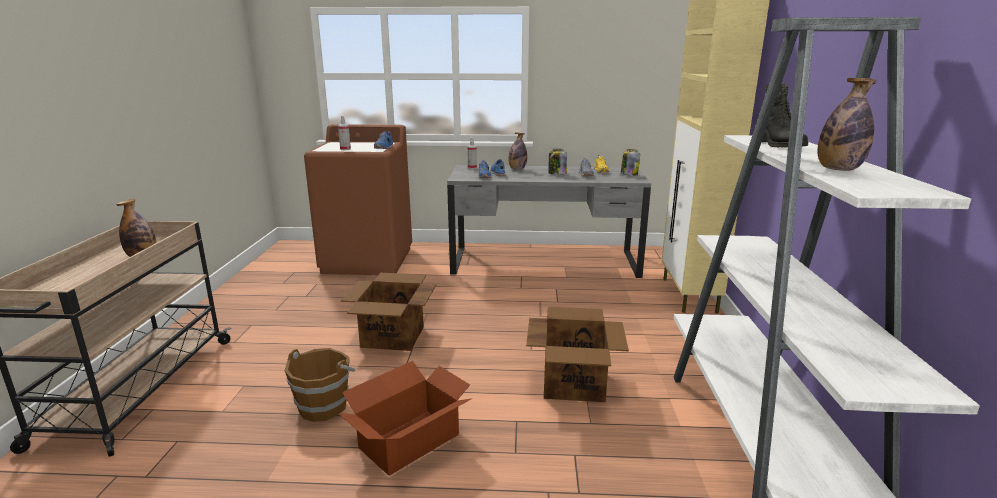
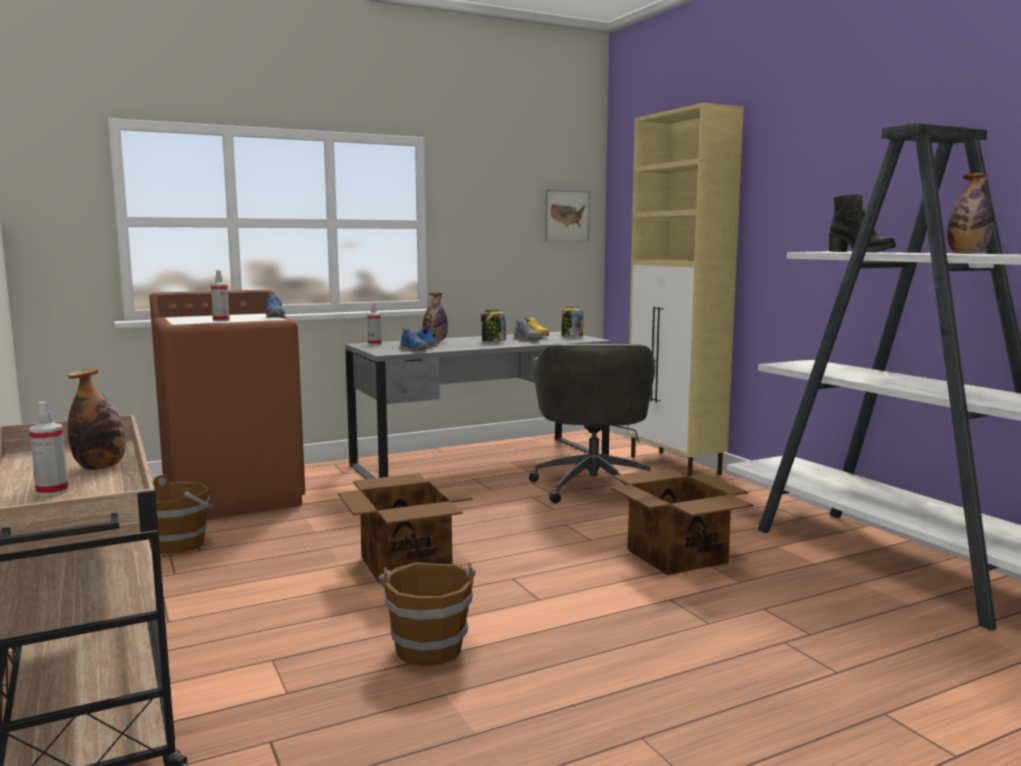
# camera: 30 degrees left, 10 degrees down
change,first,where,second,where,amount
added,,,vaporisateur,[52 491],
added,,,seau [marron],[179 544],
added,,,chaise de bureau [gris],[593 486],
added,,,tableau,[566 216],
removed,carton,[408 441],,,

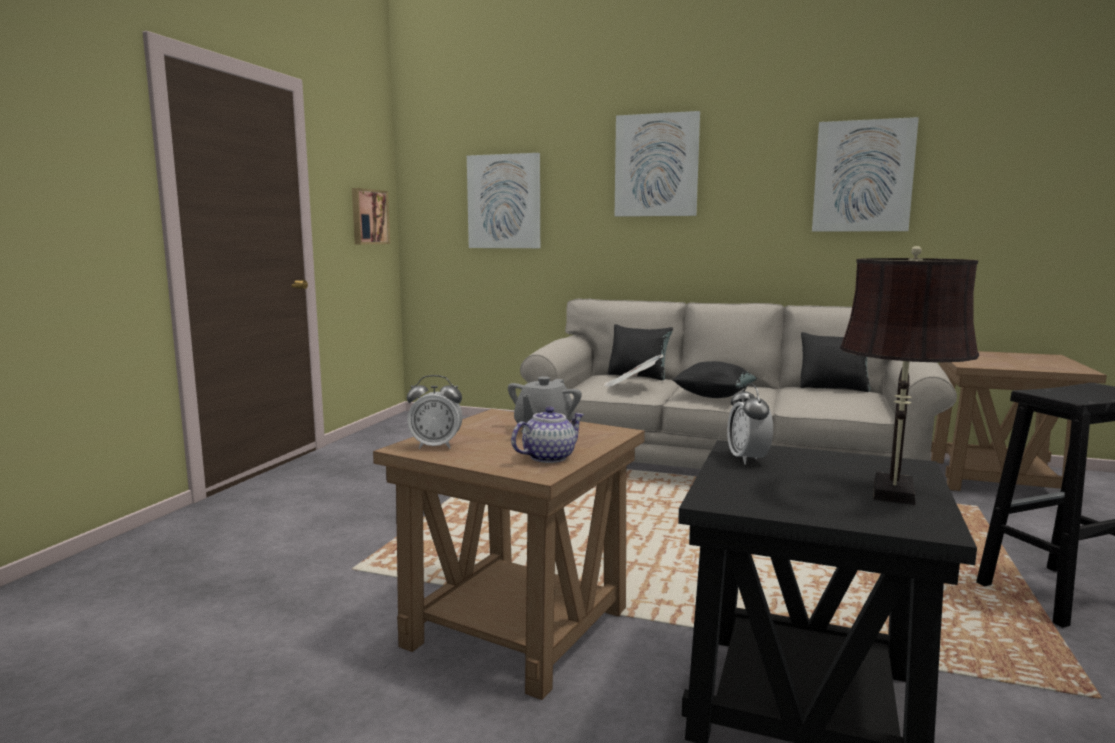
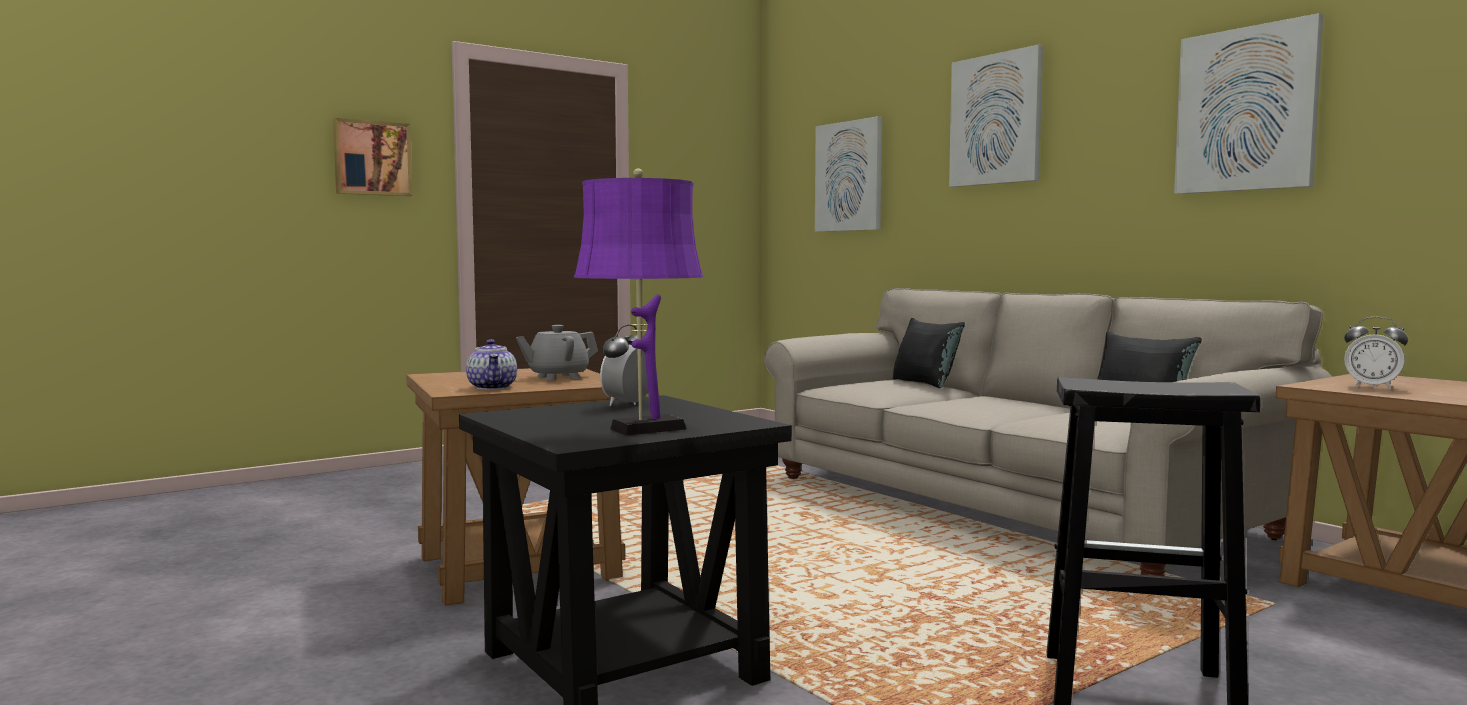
# camera: 35 degrees right, 5 degrees down
change,first,where,second,where,amount
moved,tableau,[368 217],,[372 158],
turned,théière,[549 457],,[493 387],75 degrees clockwise
recoloured,lampe de table [marron],[893 494],lampe de table [violet],[641 430],
moved,réveil,[436 446],,[1372 387],
removed,journal,[631 387],,,
removed,coussin [noir],[714 396],,,

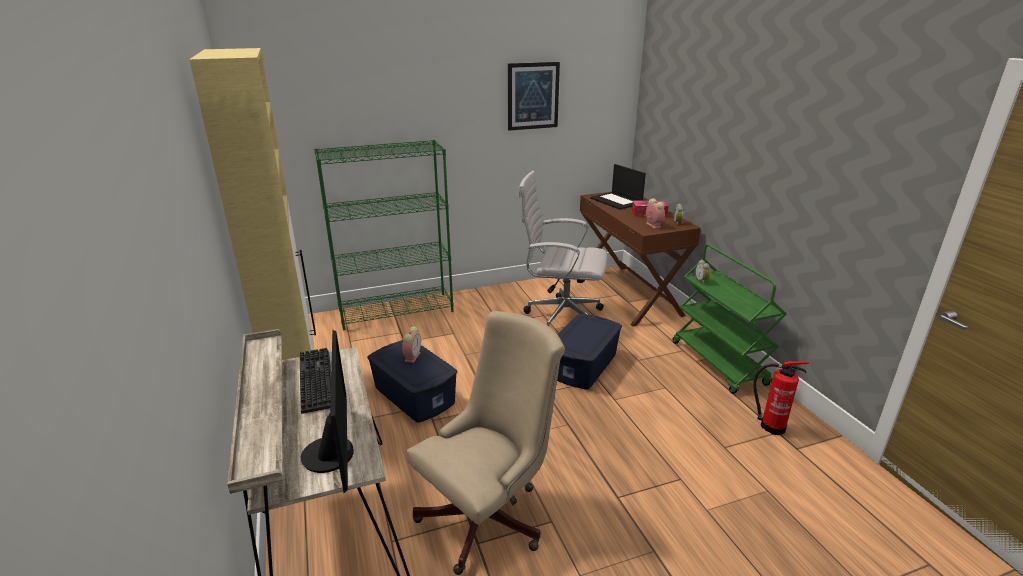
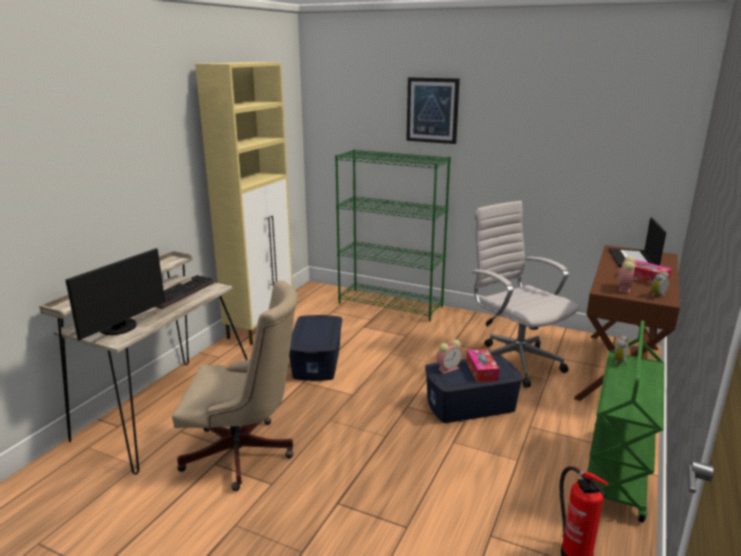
# camera: 45 degrees right, 5 degrees down
change,first,where,second,where,amount
moved,tableau,[532 96],,[432 110],
moved,réveil,[412 356],,[448 368],
added,,,boîte à mouchoirs,[481 371],

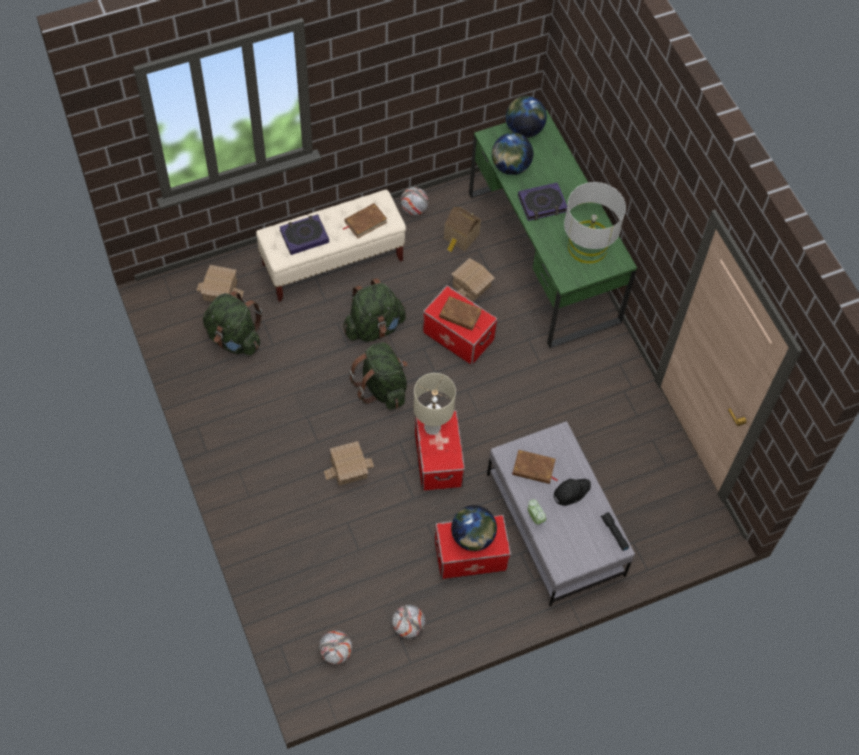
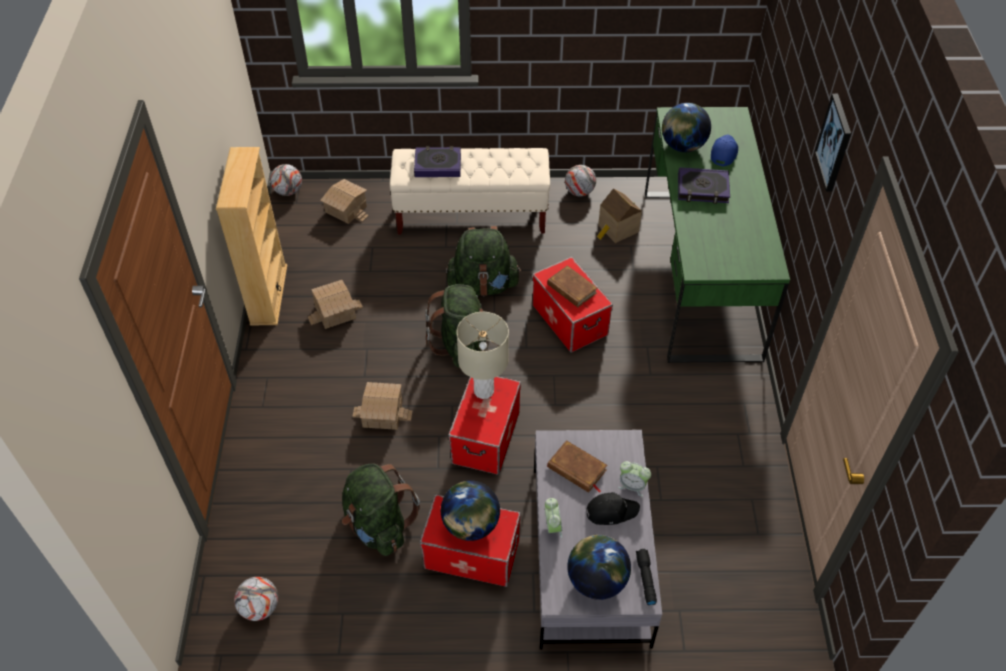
# camera: 25 degrees right, 10 degrees down
change,first,where,second,where,amount
added,,,bibliothèque [beige],[268 294],
moved,ballon de foot,[408 627],,[288 191],
moved,maison miniature,[471 285],,[335 312],
moved,sac à dos [vert],[234 338],,[378 525],
moved,globe,[524 129],,[596 580],
added,,,réveil,[632 486],
added,,,casquette [bleu],[723 153],
added,,,tableau,[835 143],
removed,livre [marron],[365 222],,,
removed,lampe de table [gris],[587 246],,,

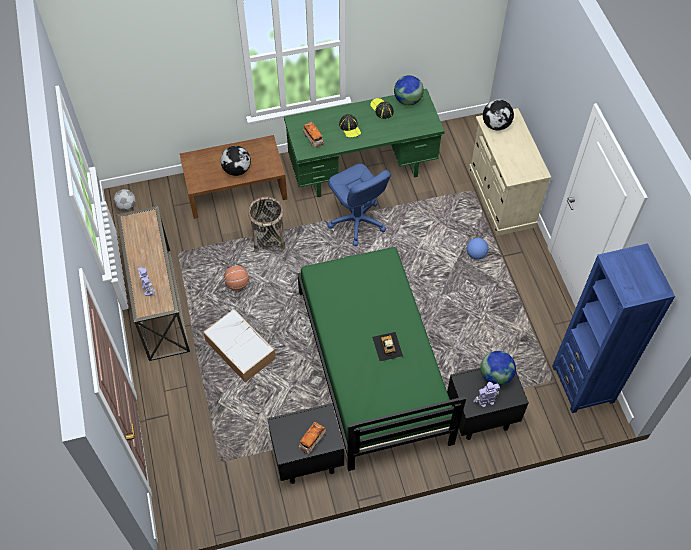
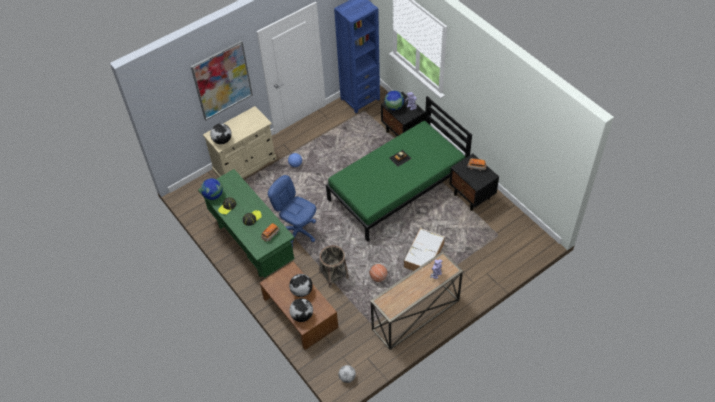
# camera: 110 degrees left, 5 degrees down
change,first,where,second,where,amount
added,,,tableau,[222 80],
turned,chaise de bureau [bleu],[357 222],,[297 231],90 degrees counterclockwise
added,,,globe,[302 315],

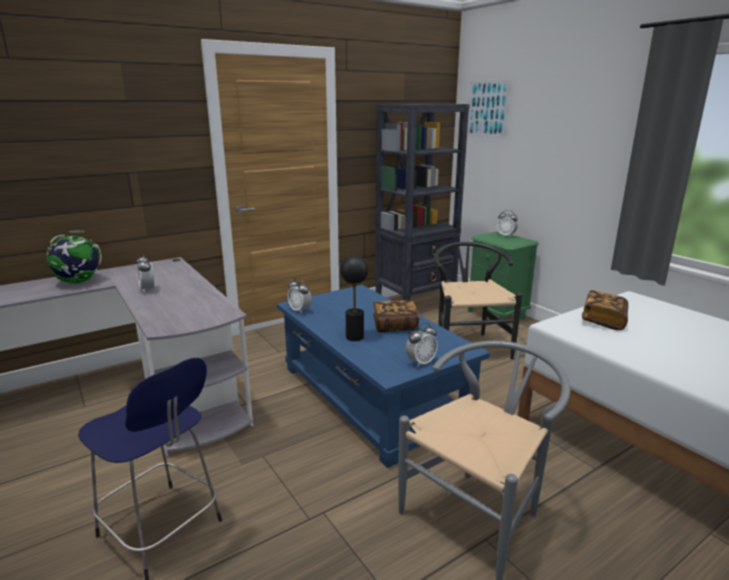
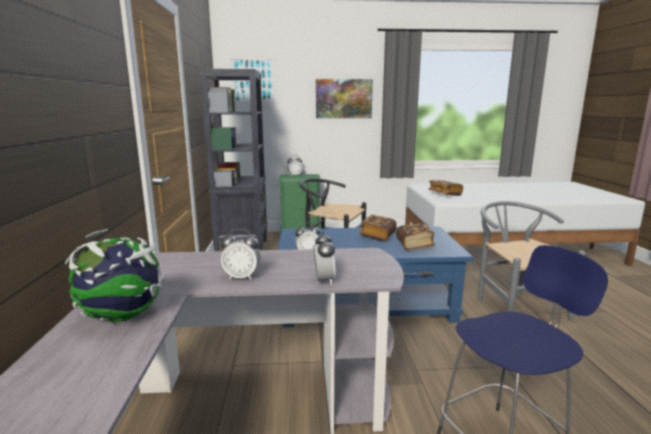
# camera: 60 degrees left, 5 degrees down
change,first,where,second,where,amount
moved,réveil,[421 362],,[324 280],
added,,,tableau,[343 98],
added,,,livre,[414 245],
removed,lampe de table [noir],[354 337],,,

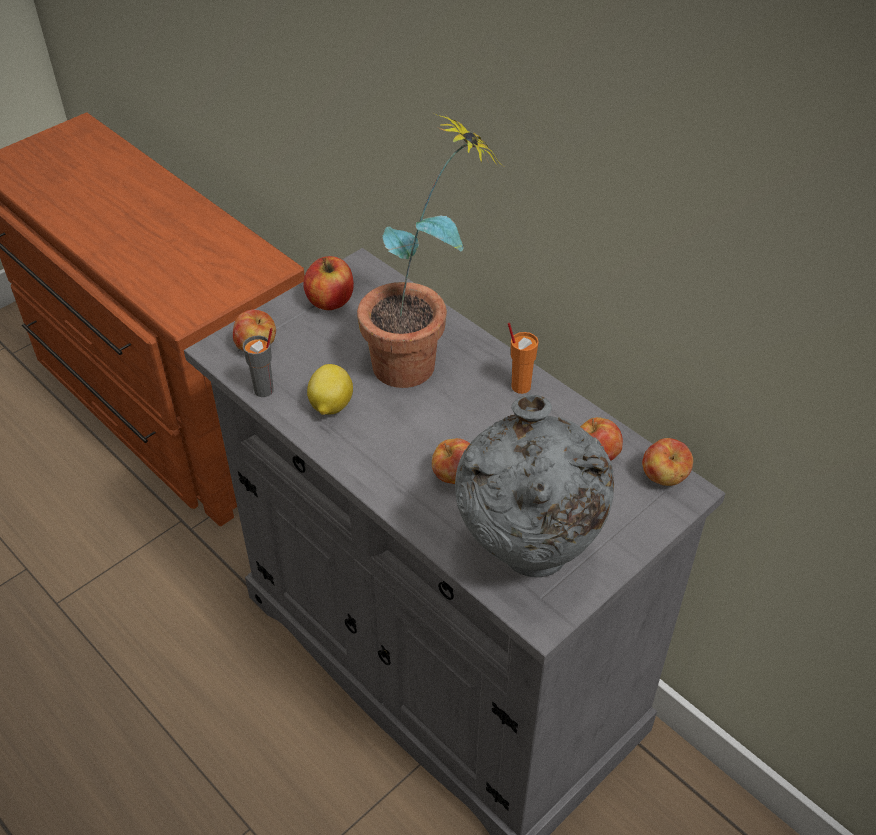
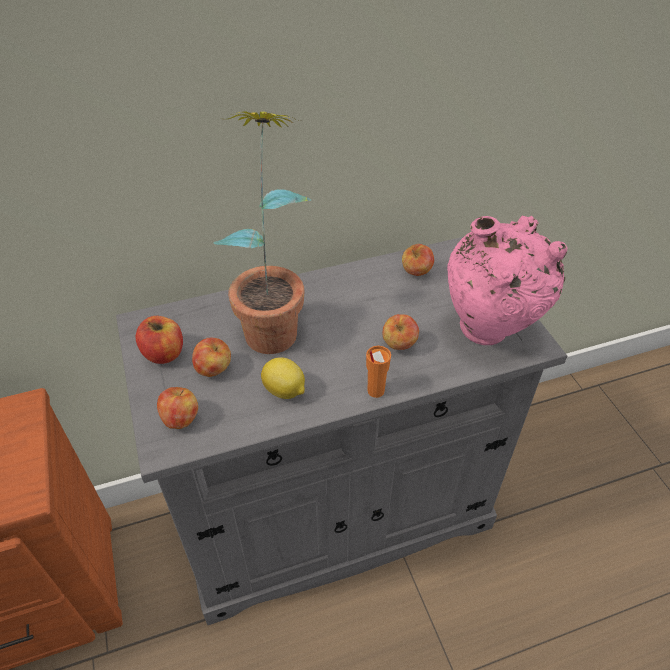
# camera: 65 degrees left, 0 degrees up
change,first,where,second,where,amount
moved,pomme,[663 478],,[214 369],
moved,tasse [orange],[520 386],,[375 391],
recoloured,vase [gris],[527 559],vase [rose],[488 335],
removed,tasse [gris],[264 390],,,

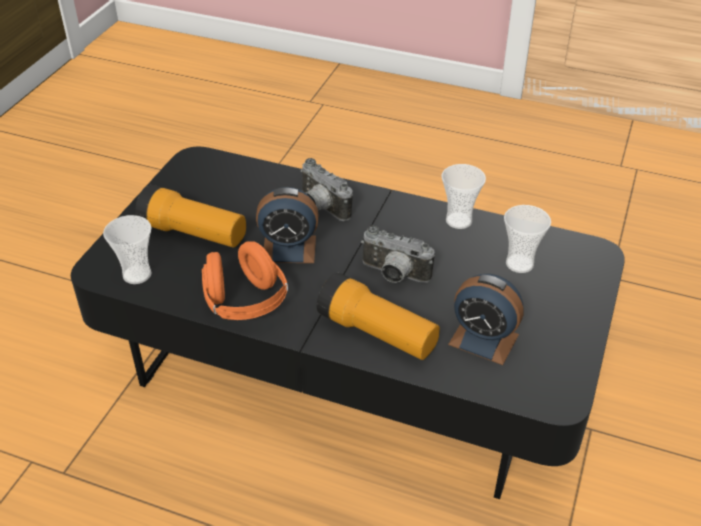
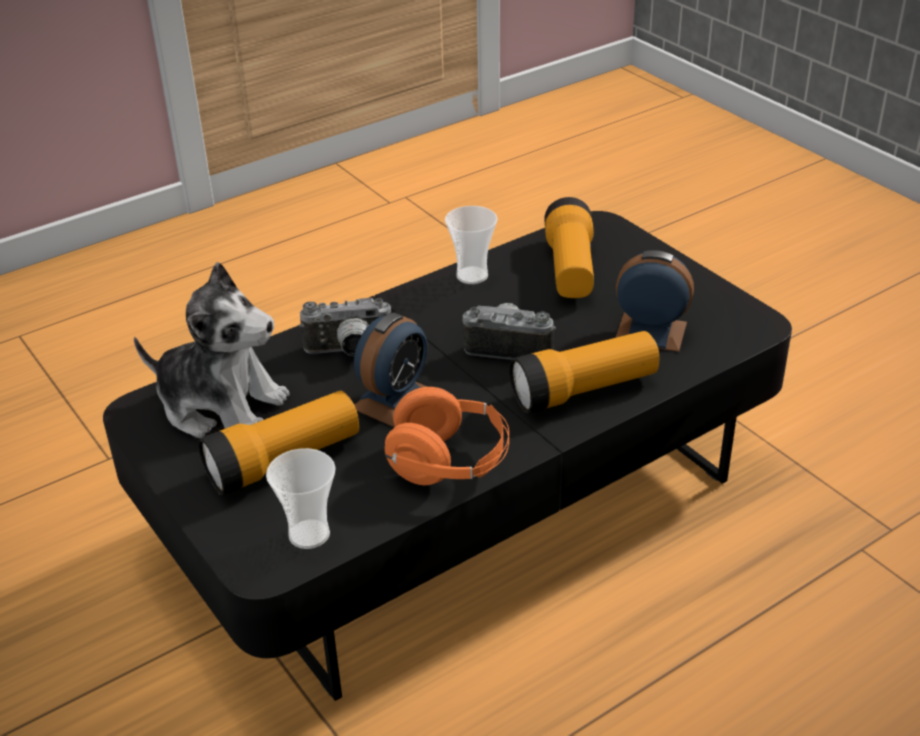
# camera: 55 degrees left, 5 degrees down
change,first,where,second,where,amount
added,,,peluche,[221 406],
turned,appareil photo,[393 275],,[510 347],135 degrees counterclockwise
replaced,tasse,[519 264],lampe de poche,[570 269],
turned,réveil,[483 339],,[650 332],135 degrees counterclockwise

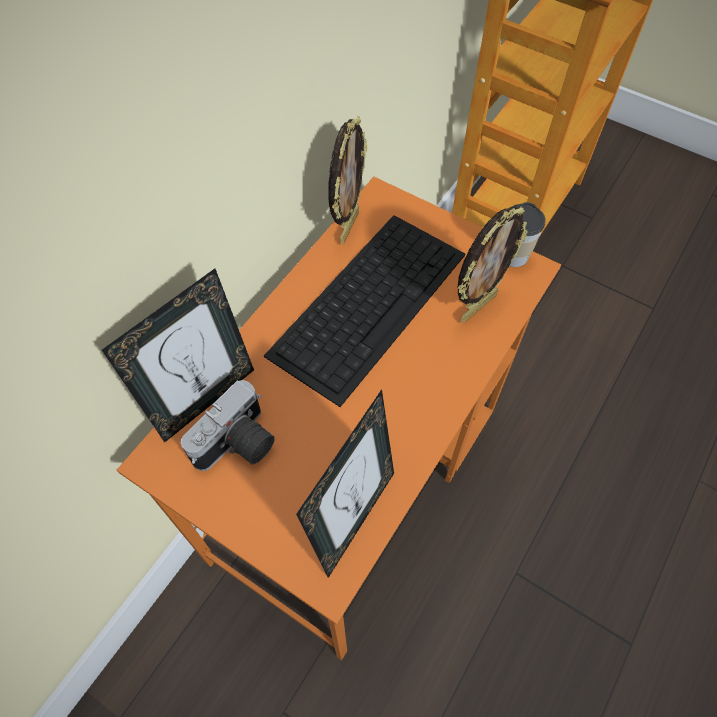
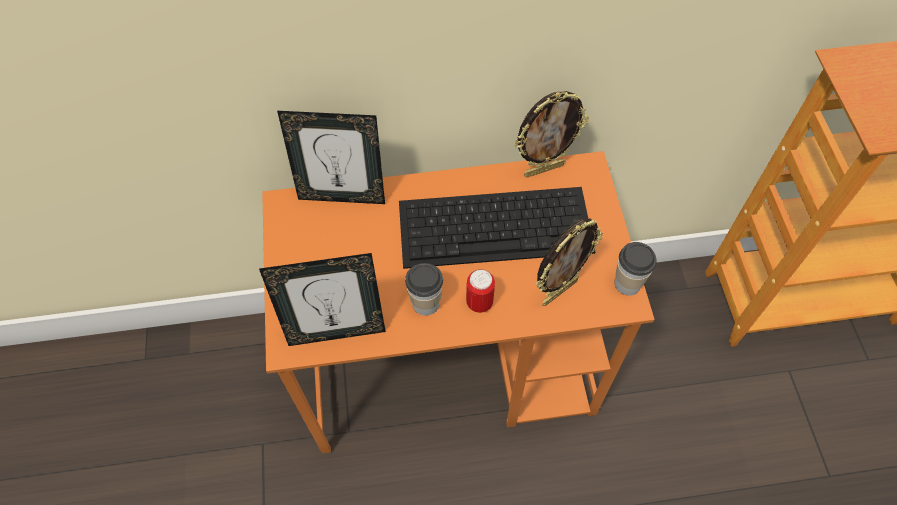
# camera: 50 degrees right, 0 degrees up
change,first,where,second,where,amount
added,,,tasse,[426 303],
added,,,boîte métallique,[479 303],
turned,cadre photo,[477 306],,[559 291],45 degrees counterclockwise
removed,appareil photo,[238 445],,,

